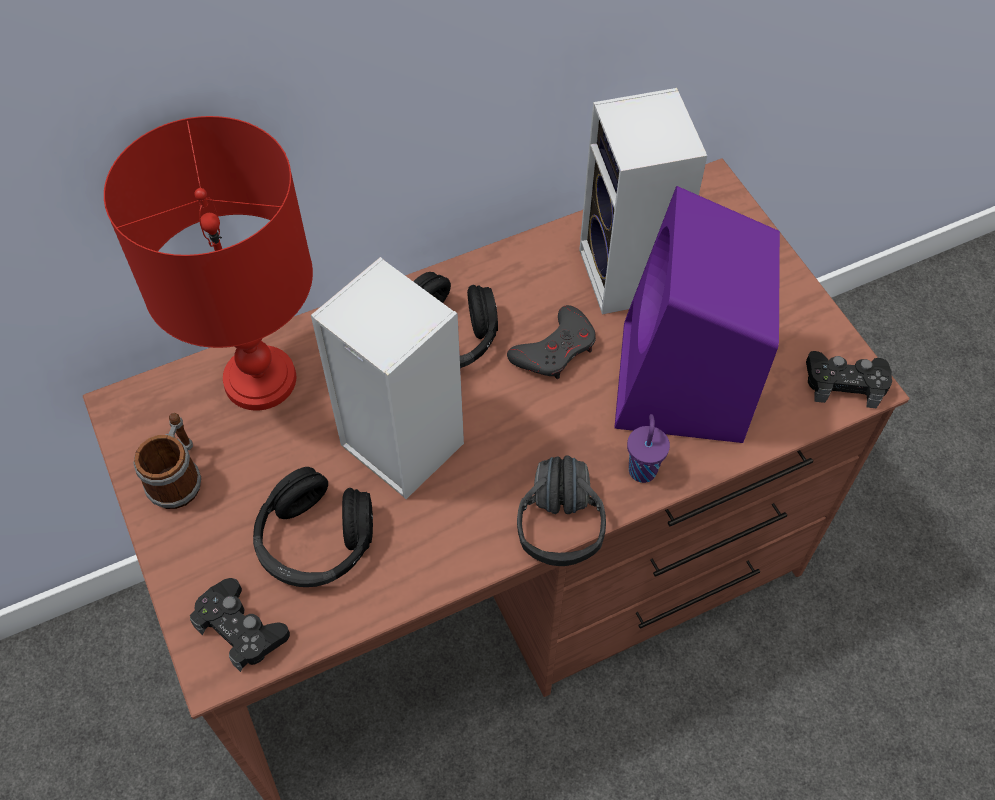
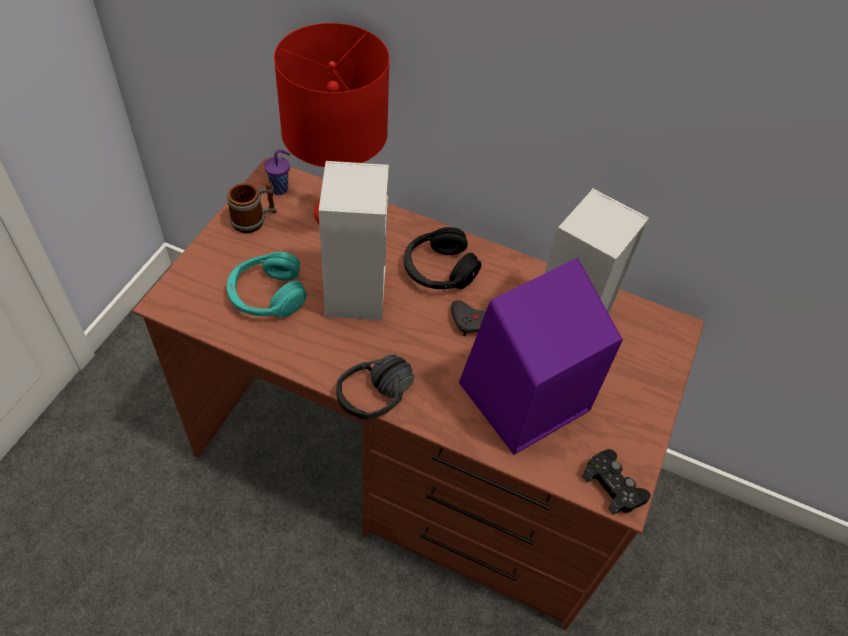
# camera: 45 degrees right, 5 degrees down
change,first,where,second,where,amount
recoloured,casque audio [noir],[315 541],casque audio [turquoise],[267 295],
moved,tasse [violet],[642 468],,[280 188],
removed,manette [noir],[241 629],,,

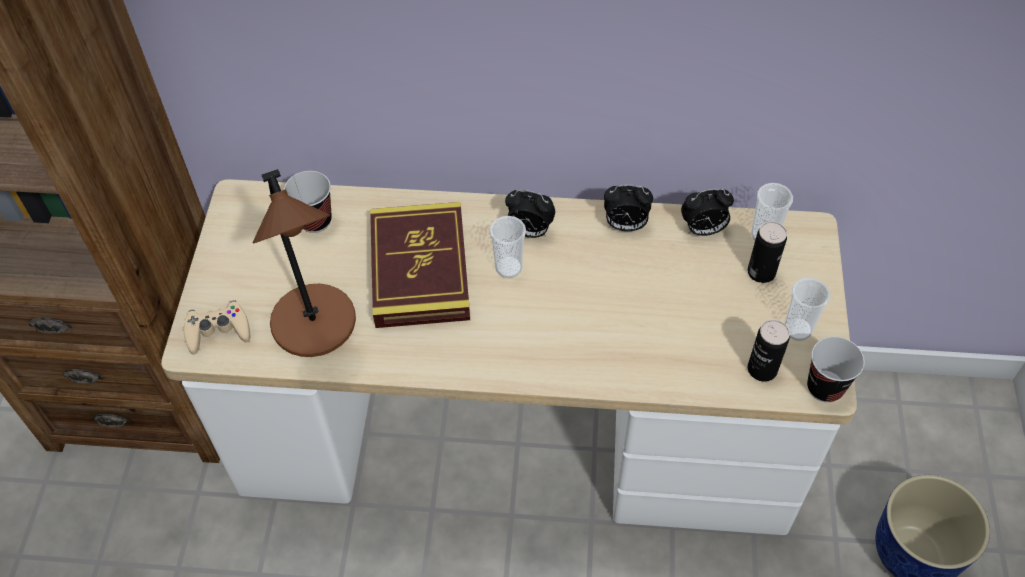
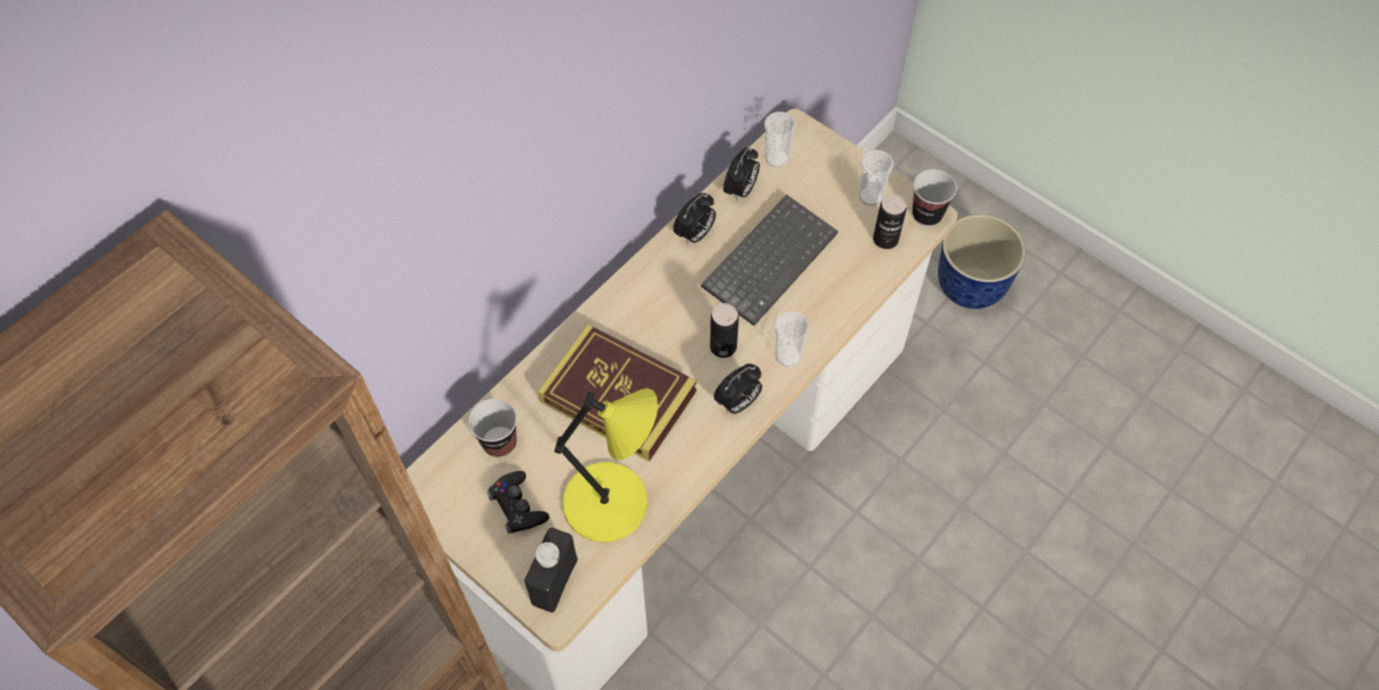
# camera: 55 degrees left, 5 degrees up
change,first,where,second,where,amount
added,,,manette [noir],[518 506],
replaced,manette [beige],[218 331],bouteille [noir],[554 581],
recoloured,lampe de table [marron],[316 325],lampe de table [jaune],[611 503],
added,,,clavier,[769 258],
moved,boîte métallique,[761 272],,[723 347],
moved,réveil,[529 231],,[737 403],
moved,tasse,[508 267],,[788 356],

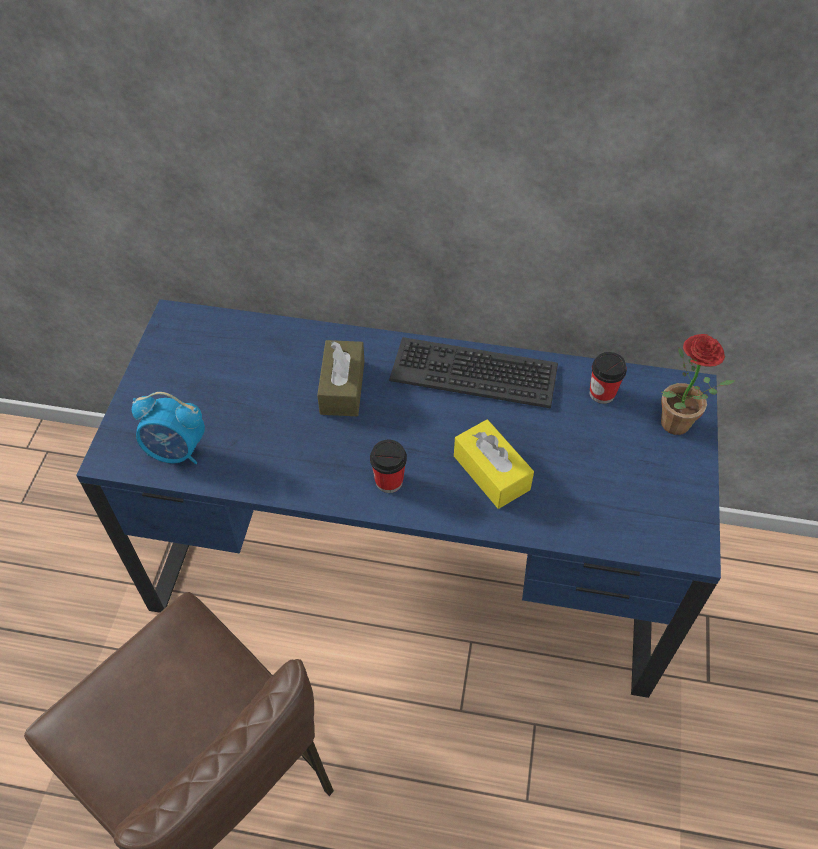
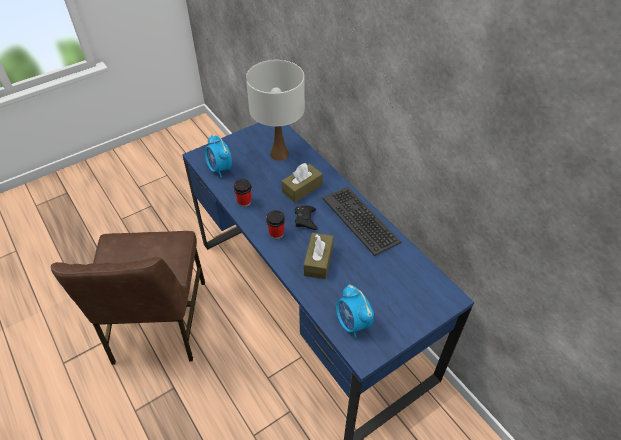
# camera: 45 degrees right, 5 degrees down
change,first,where,second,where,amount
moved,tasse,[602 393],,[244 202],
added,,,lampe de table [blanc],[279 154],
added,,,manette [noir],[305 220],
recoloured,boîte à mouchoirs [jaune],[491 472],boîte à mouchoirs [marron],[318 261],
added,,,réveil,[352 323],
removed,plante en pot,[675 428],,,

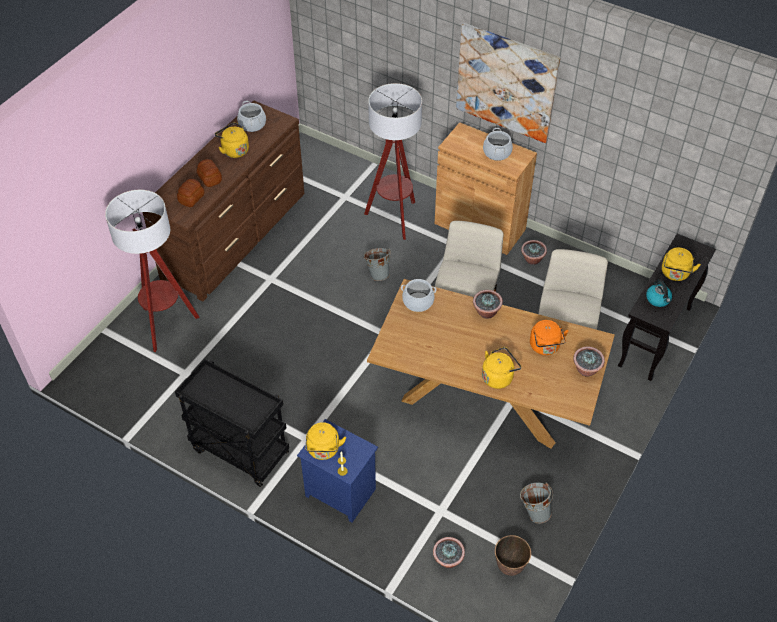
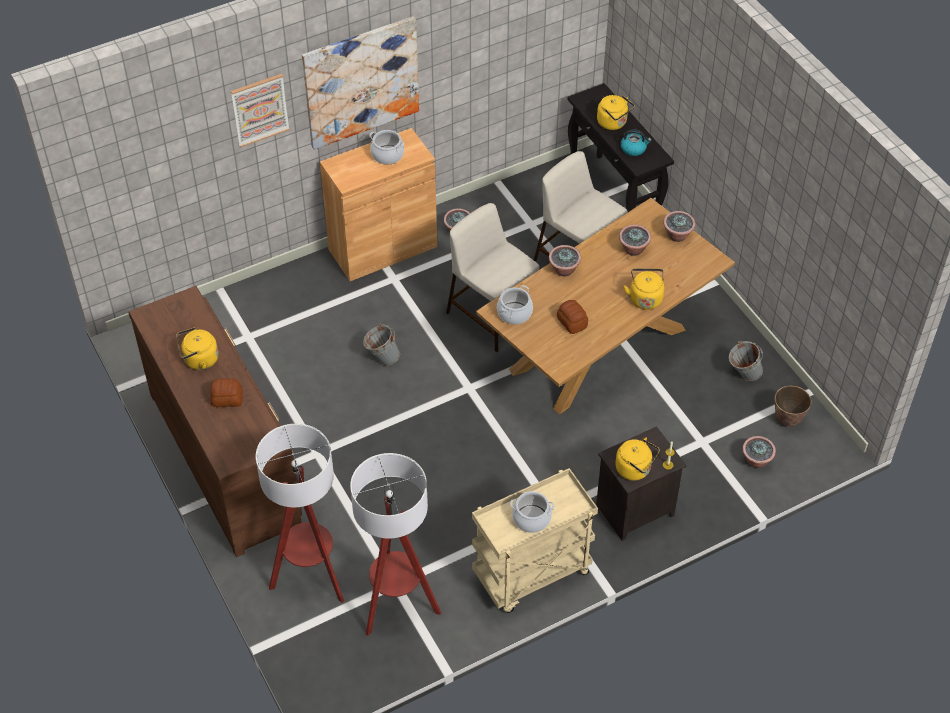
# camera: 60 degrees left, 0 degrees up
change,first,where,second,where,amount
added,,,tableau,[259 109],
moved,lampadaire,[394 218],,[397 605],
recoloured,chariot [noir],[238 451],chariot [beige],[531 575],
moved,marmite,[252 124],,[531 518],
moved,pain,[192 198],,[572 322],
recoloured,table de chevet [bleu],[339 493],table de chevet [noir],[634 511],
replaced,bouilloire [orange],[545 347],plante en pot,[633 250],

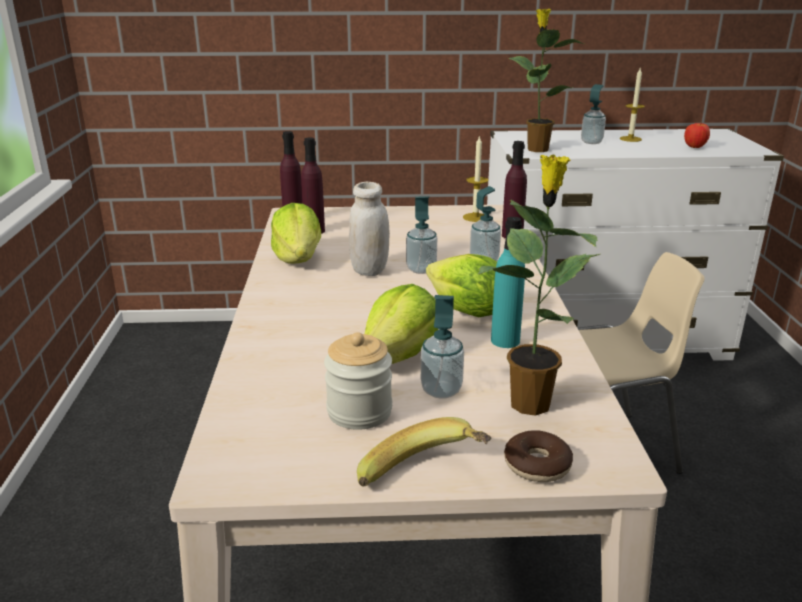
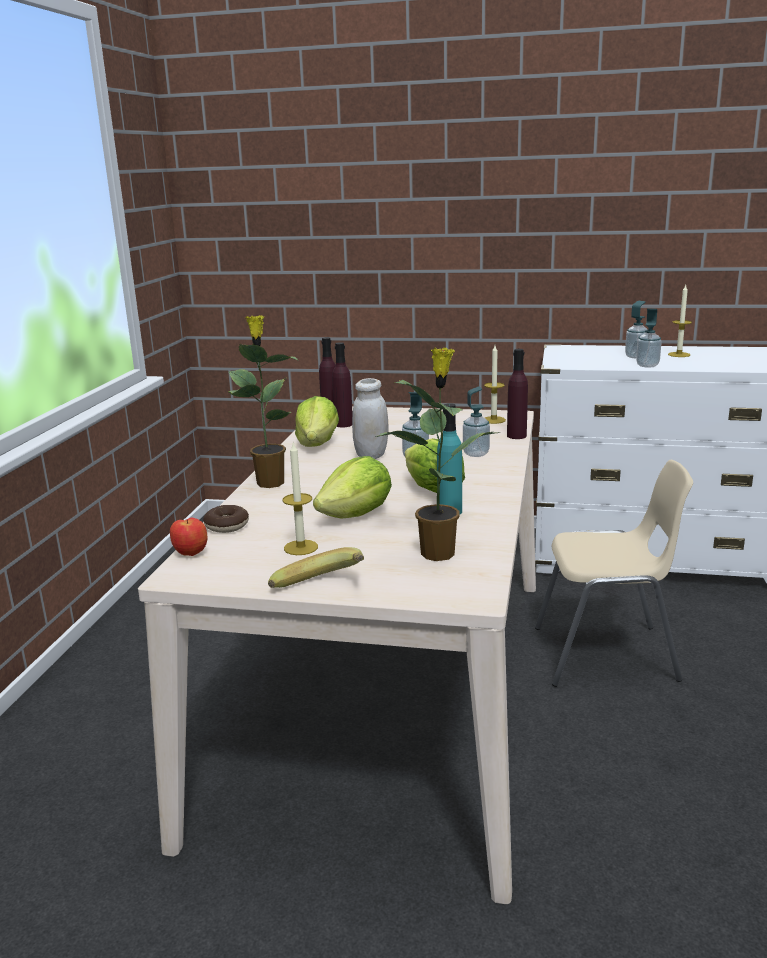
# camera: 15 degrees right, 5 degrees down
change,first,where,second,where,amount
moved,pomme,[694 147],,[191 554],
moved,beignet,[537 465],,[227 526],
moved,plante en pot,[536 149],,[270 482],
replaced,bocal,[359 412],bougie,[301 547],
moved,distributeur de savon,[441 390],,[647 365],

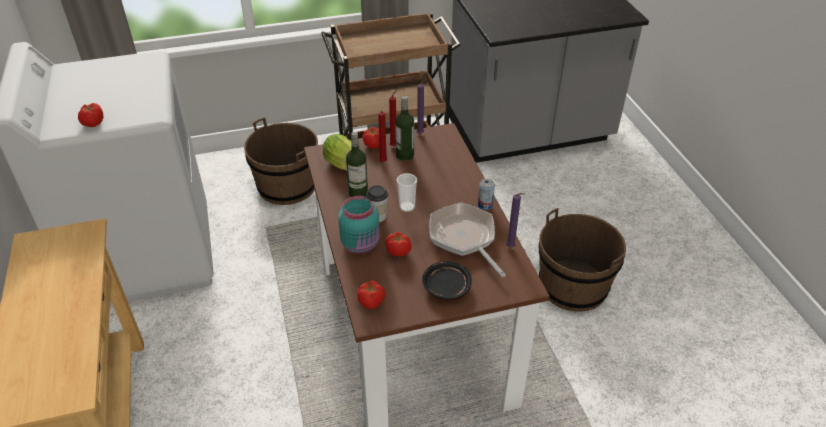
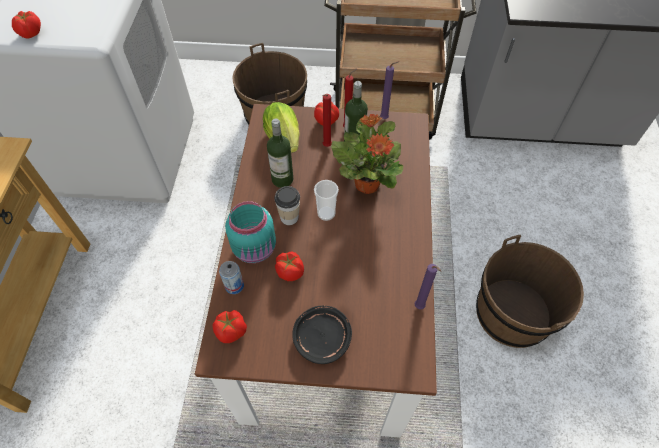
# camera: 20 degrees right, 15 degrees up
change,first,where,second,where,amount
moved,boîte métallique,[485 205],,[234 286],
added,,,plante en pot,[367 183],
removed,poêle,[464 238],,,

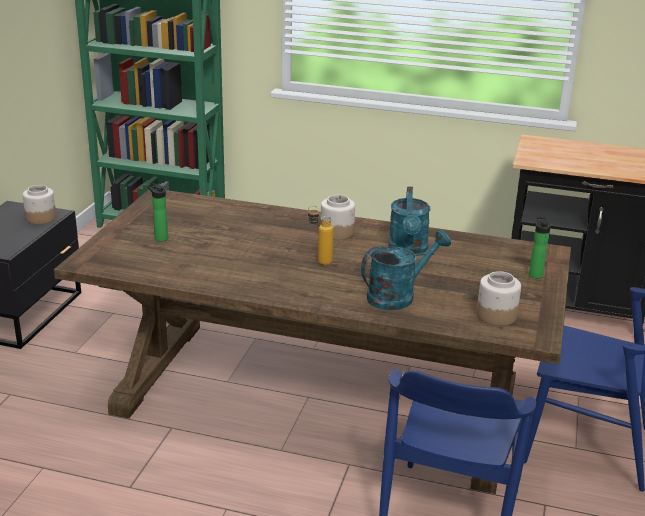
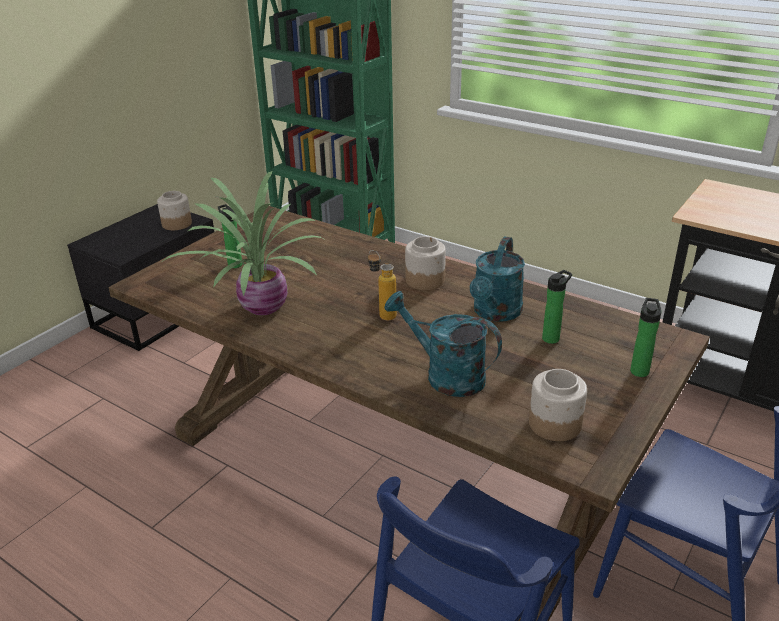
# camera: 20 degrees right, 5 degrees up
change,first,where,second,where,amount
added,,,plante en pot,[261 307],
turned,arrosoir [turquoise],[398 296],,[445 375],135 degrees counterclockwise
added,,,bouteille,[552 338],

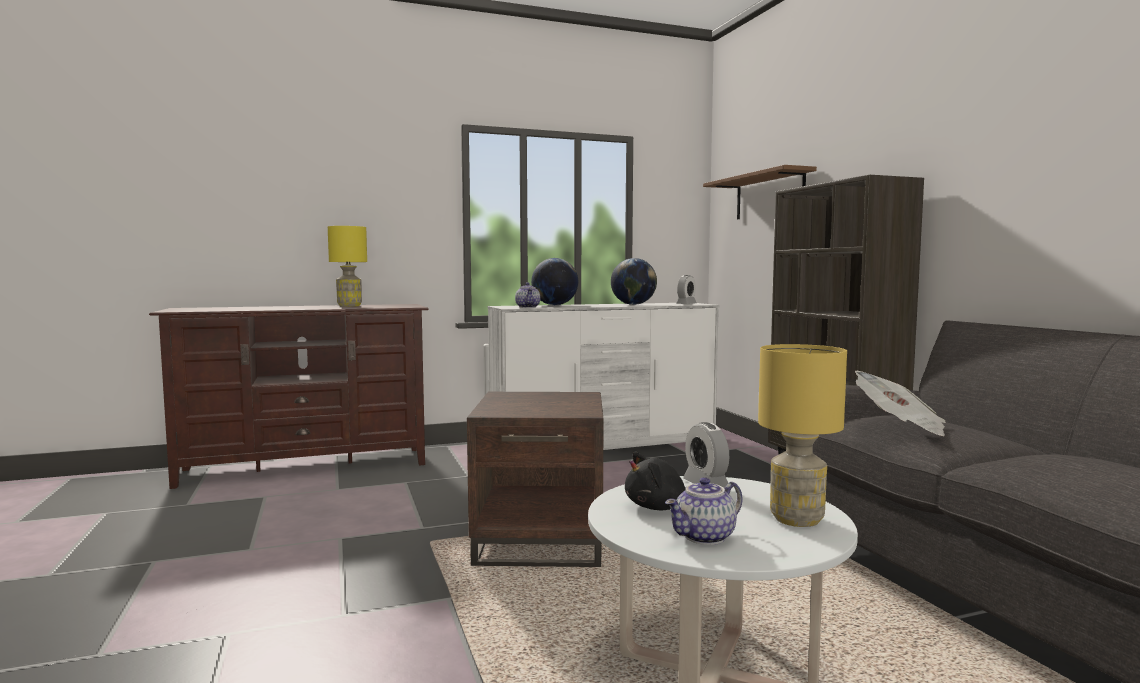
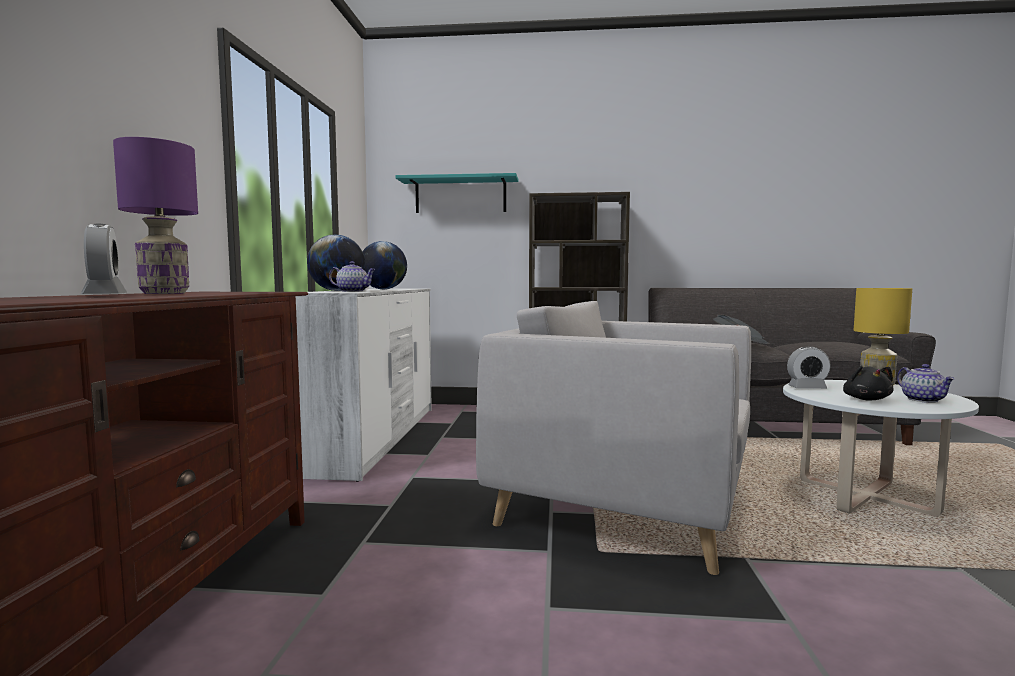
# camera: 65 degrees left, 0 degrees up
change,first,where,second,where,amount
moved,réveil,[686 304],,[105 295],
recoloured,lampe de table [jaune],[349 306],lampe de table [violet],[164 293],
recoloured,étagère [marron],[769 196],étagère [turquoise],[460 196],
replaced,table d'appoint [marron],[542 540],fauteuil [gris],[624 503],

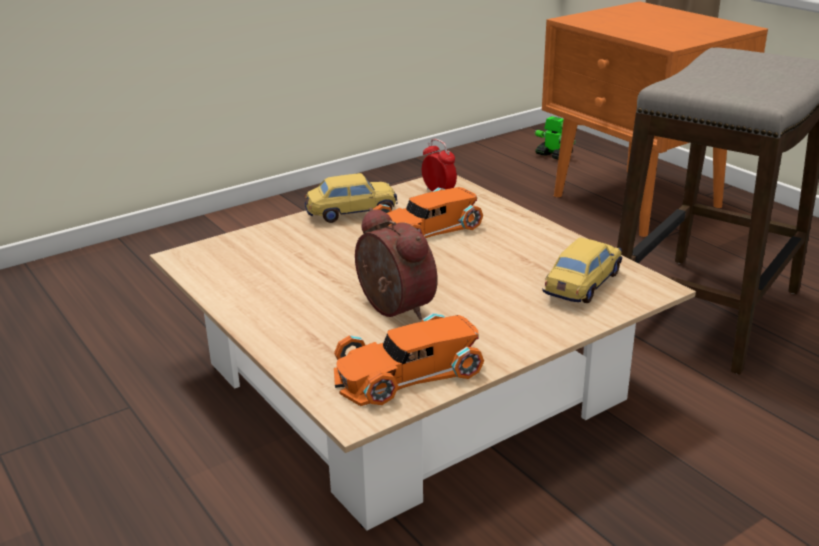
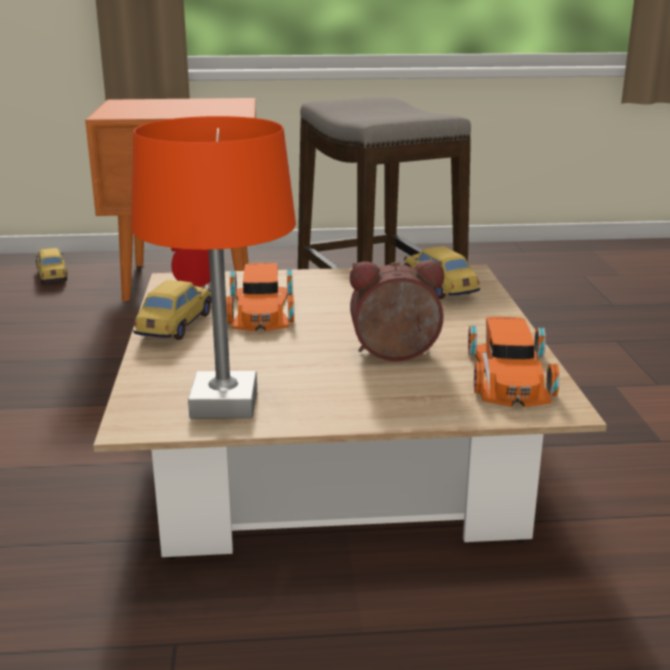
# camera: 60 degrees left, 5 degrees down
change,first,where,second,where,amount
replaced,robot jouet,[553 155],petite voiture,[52 276],
added,,,lampe de table [orange],[223 404],

